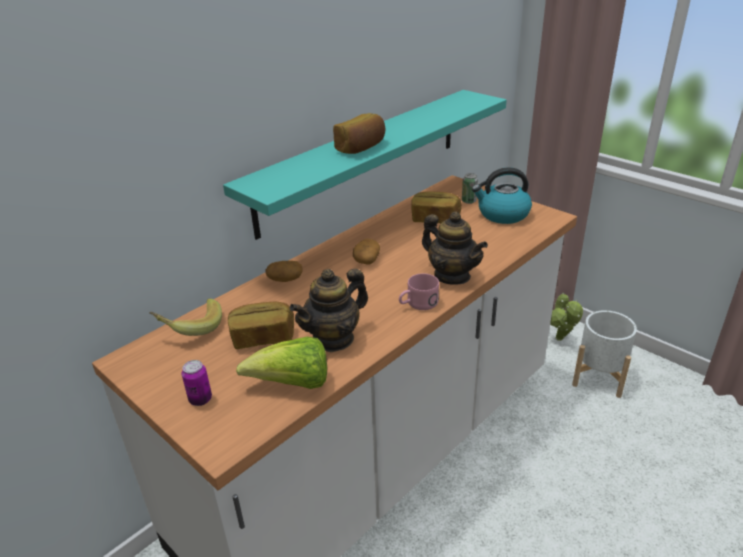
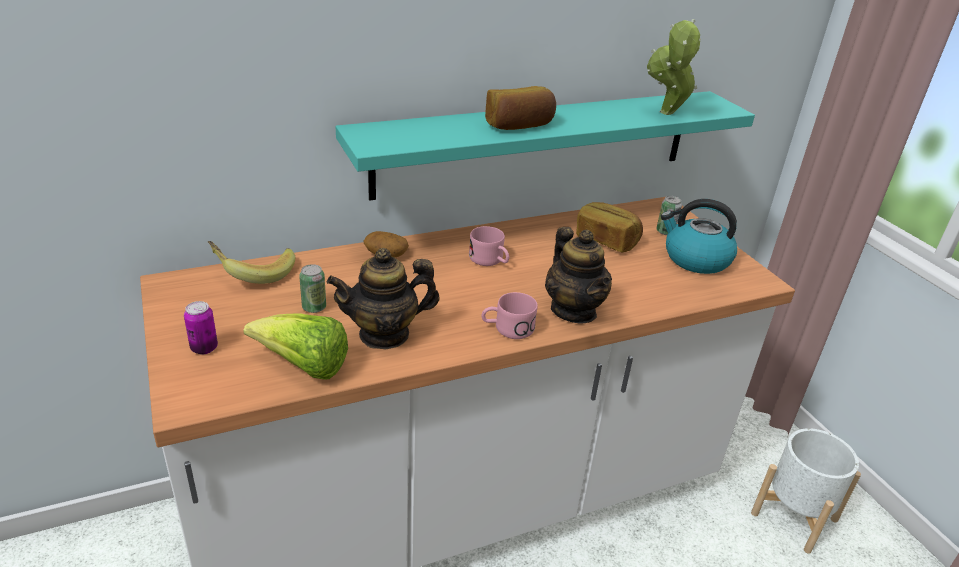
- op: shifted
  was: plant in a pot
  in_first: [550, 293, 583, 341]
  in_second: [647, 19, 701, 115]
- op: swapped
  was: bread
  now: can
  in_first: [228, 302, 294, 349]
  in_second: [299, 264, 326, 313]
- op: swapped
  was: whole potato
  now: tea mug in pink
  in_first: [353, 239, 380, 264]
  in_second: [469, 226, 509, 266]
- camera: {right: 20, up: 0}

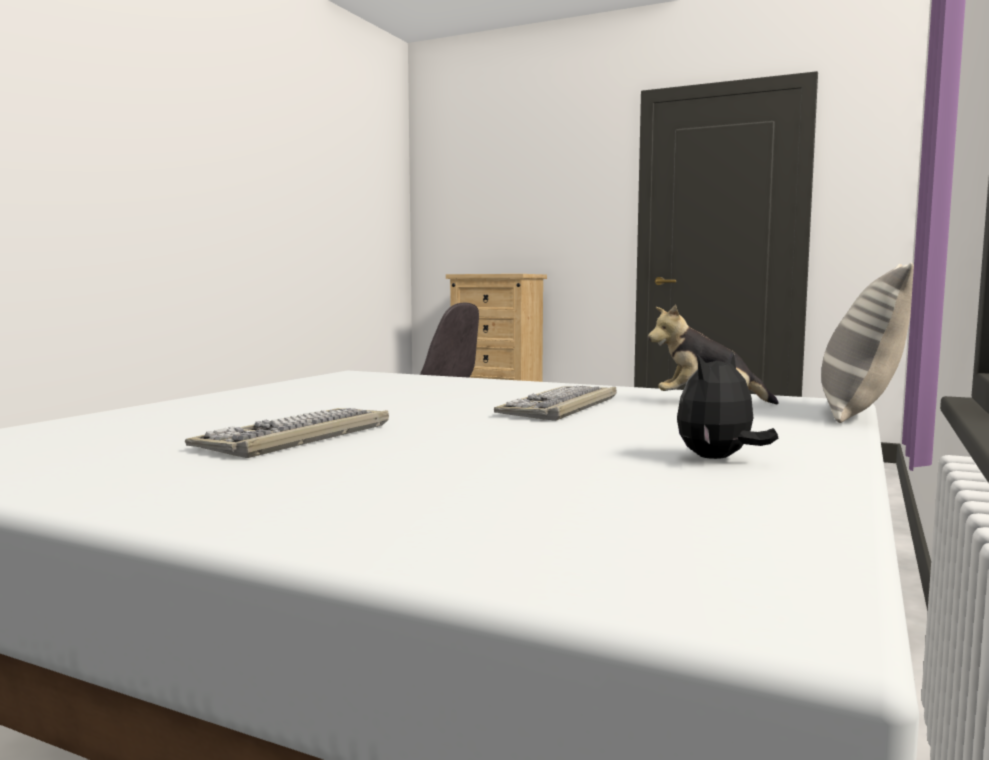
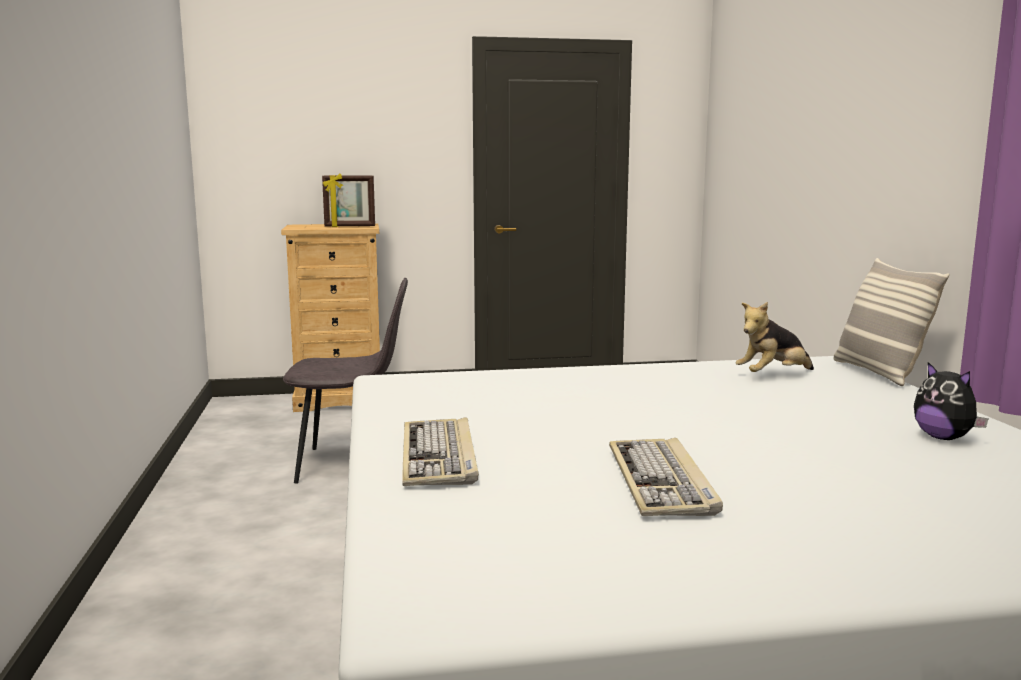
- op: new
  now: standing frame
  in_second: [322, 174, 375, 227]
- op: shifted
  was: keyboard
  in_first: [494, 385, 617, 421]
  in_second: [402, 417, 479, 486]
- op: rotated
  was: soft toy
  in_first: [677, 351, 778, 459]
  in_second: [914, 362, 988, 440]
  clockwise: -45
- camera: {right: -35, up: 5}

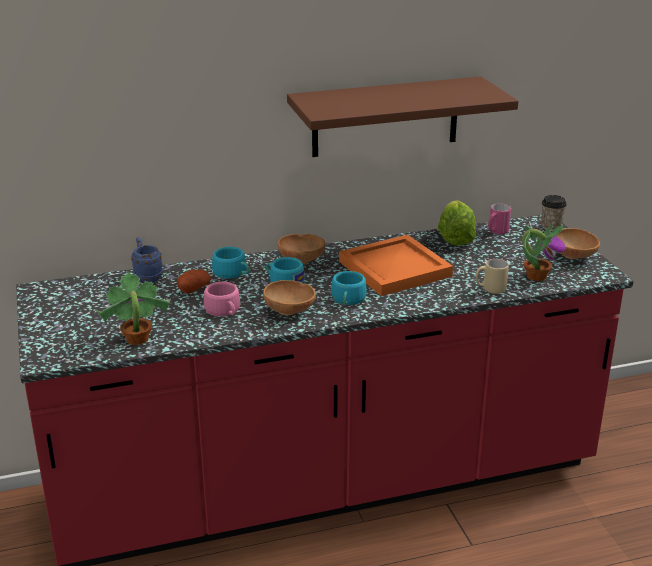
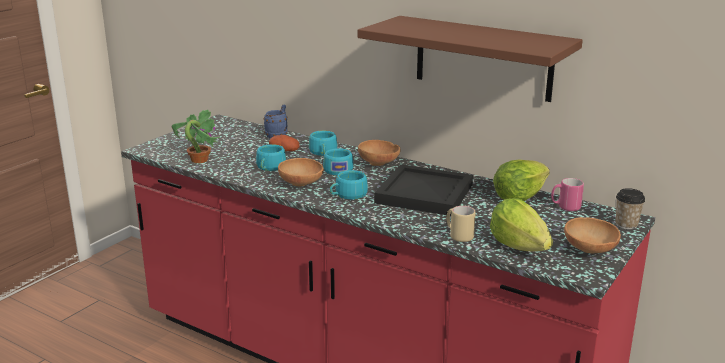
- op: swapped
  was: plant in a pot
  now: head of lettuce
  in_first: [522, 225, 565, 281]
  in_second: [490, 198, 553, 251]
- op: repainted
  was: small cup in pink
  now: small cup in turquoise-coloured
  in_first: [204, 282, 240, 316]
  in_second: [256, 144, 286, 171]
- op: repainted
  was: tray in orange-coloured
  now: tray in black
  in_first: [339, 234, 453, 296]
  in_second: [374, 164, 473, 216]
- camera: {right: 50, up: -5}

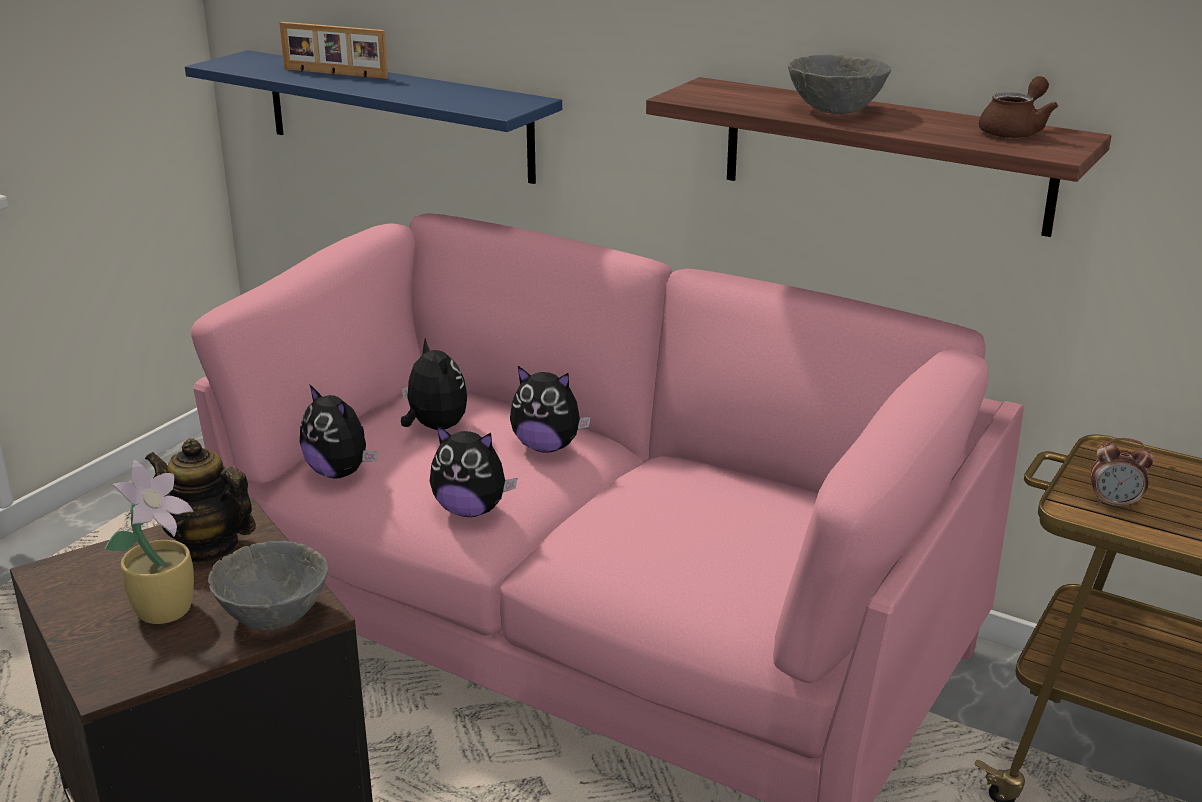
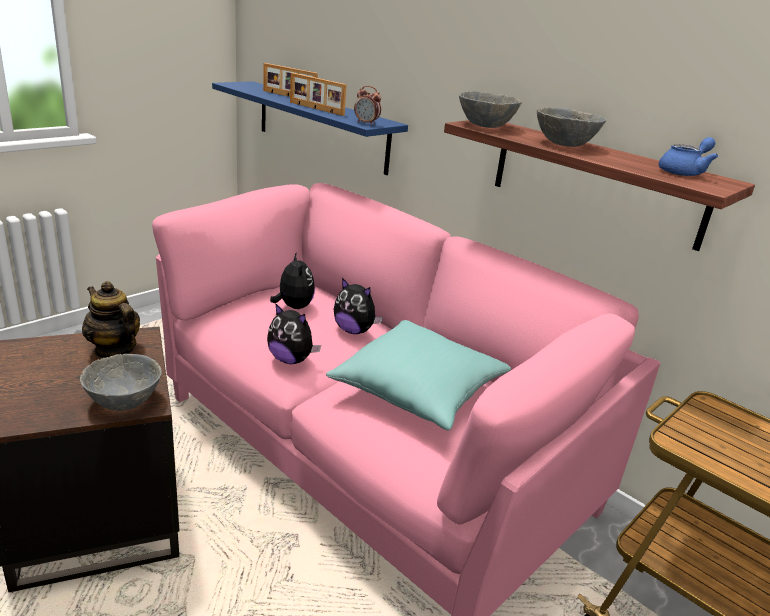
- op: gone
  was: plant in a pot
  in_first: [104, 460, 194, 624]
- op: gone
  was: soft toy
  in_first: [300, 384, 377, 479]
- op: new
  now: standing frame
  in_second: [290, 73, 347, 116]
- op: new
  now: pillow in turquoise-coloured
  in_second: [326, 320, 511, 431]
- op: new
  now: bowl in greyish
  in_second: [459, 91, 522, 128]
- op: shifted
  was: alarm clock
  in_first: [1091, 438, 1154, 510]
  in_second: [354, 86, 381, 126]
- op: repainted
  was: pot for tea in brownish
  now: pot for tea in blue-coloured
  in_first: [979, 76, 1058, 138]
  in_second: [659, 137, 718, 176]
- camera: {right: 10, up: 0}

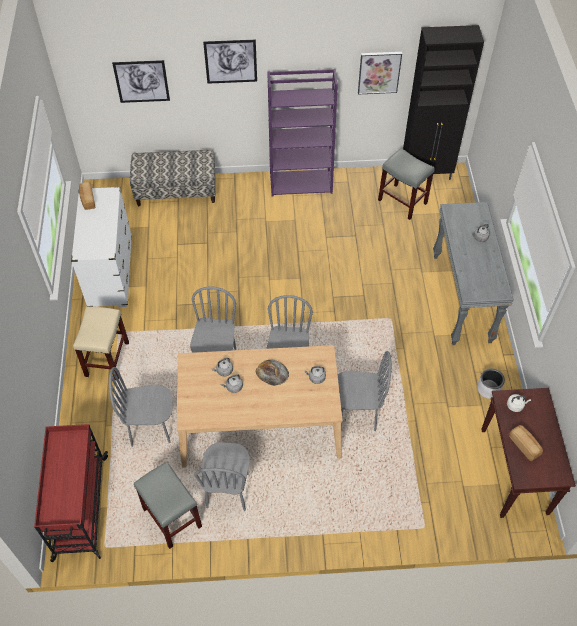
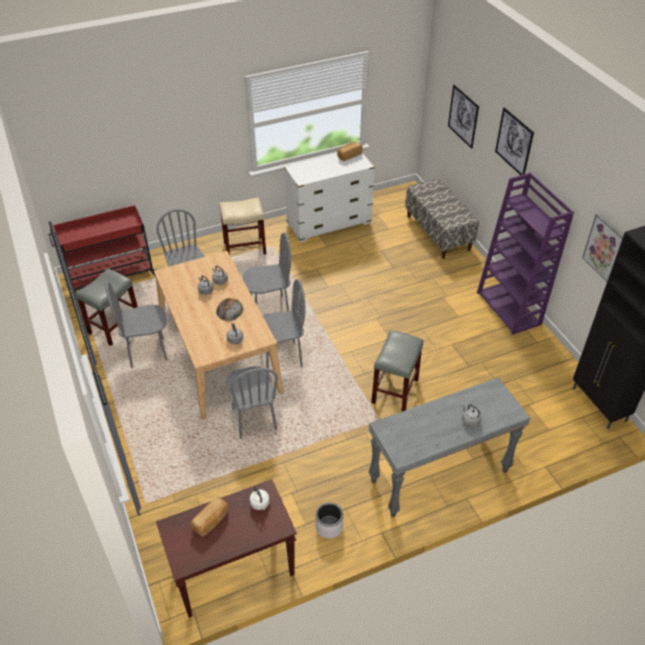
- op: shifted
  was: stool in greyish
  in_first: [378, 148, 435, 220]
  in_second: [371, 330, 423, 412]
- camera: {right: 70, up: -10}

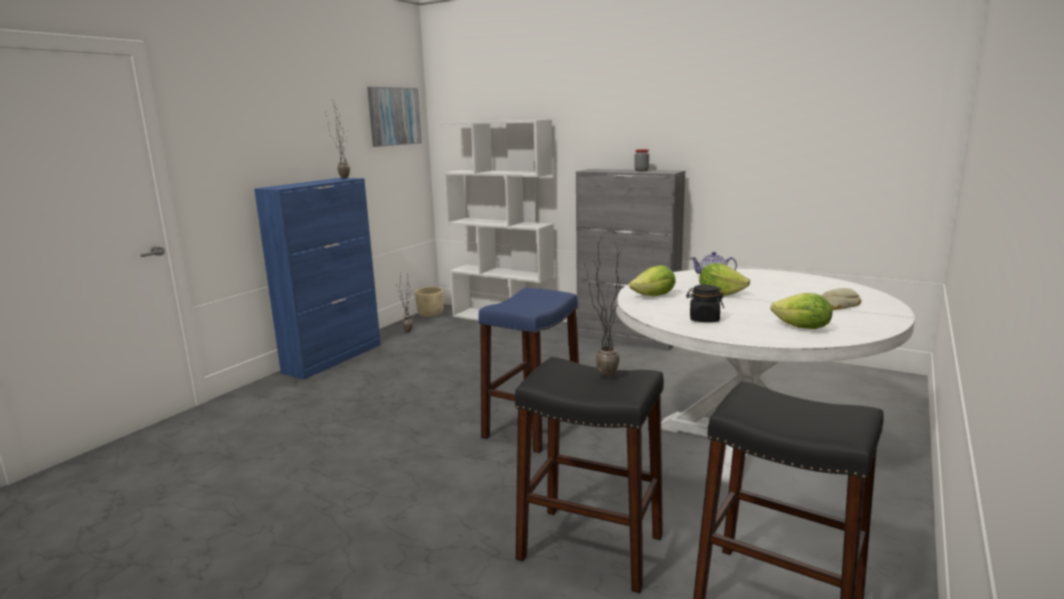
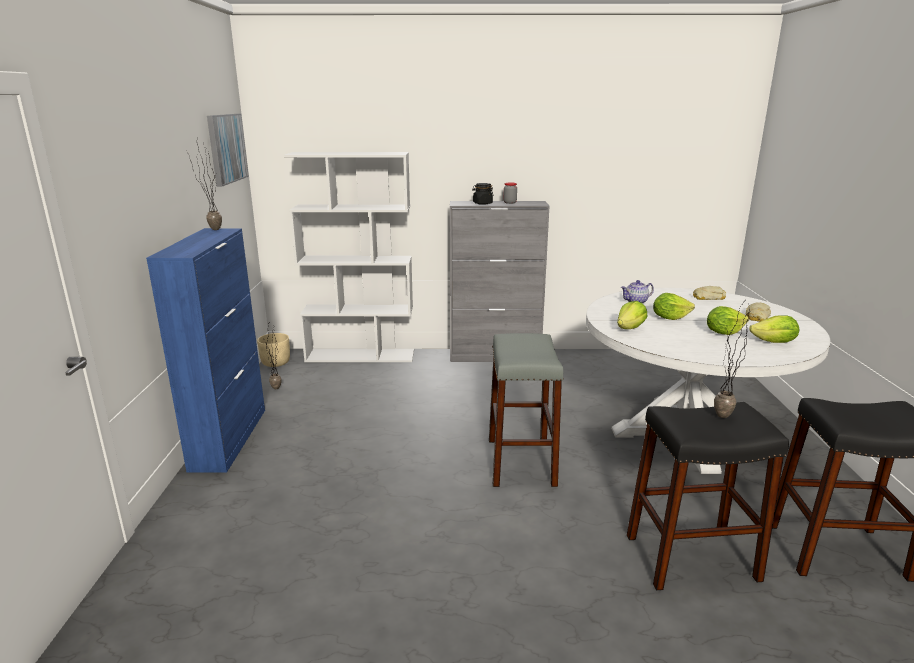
- op: new
  now: bread
  in_second: [693, 286, 726, 300]
- op: new
  now: head of lettuce
  in_second: [707, 306, 749, 335]
- op: shifted
  was: jar in black
  in_first: [686, 285, 724, 322]
  in_second: [472, 183, 494, 205]
- op: repainted
  was: stool in blue-coloured
  now: stool in greyish
  in_first: [478, 288, 579, 453]
  in_second: [489, 333, 564, 487]
- camera: {right: -30, up: 5}

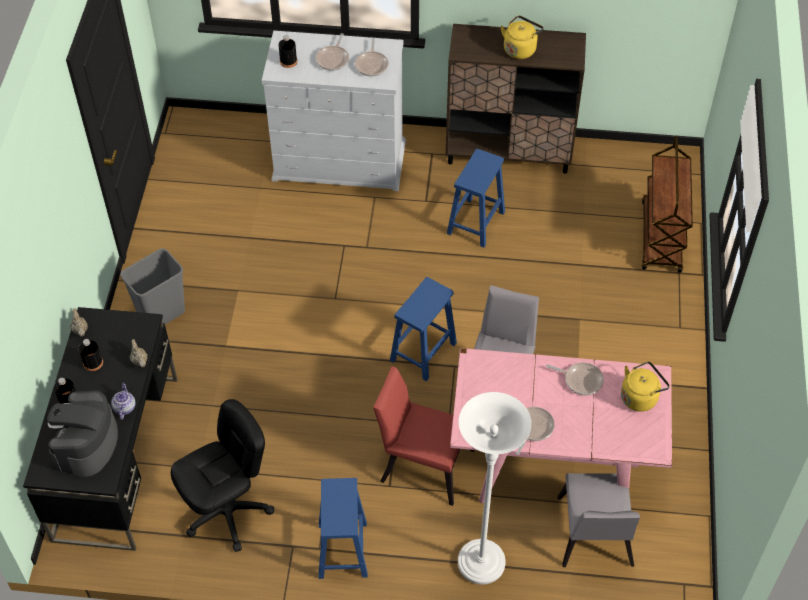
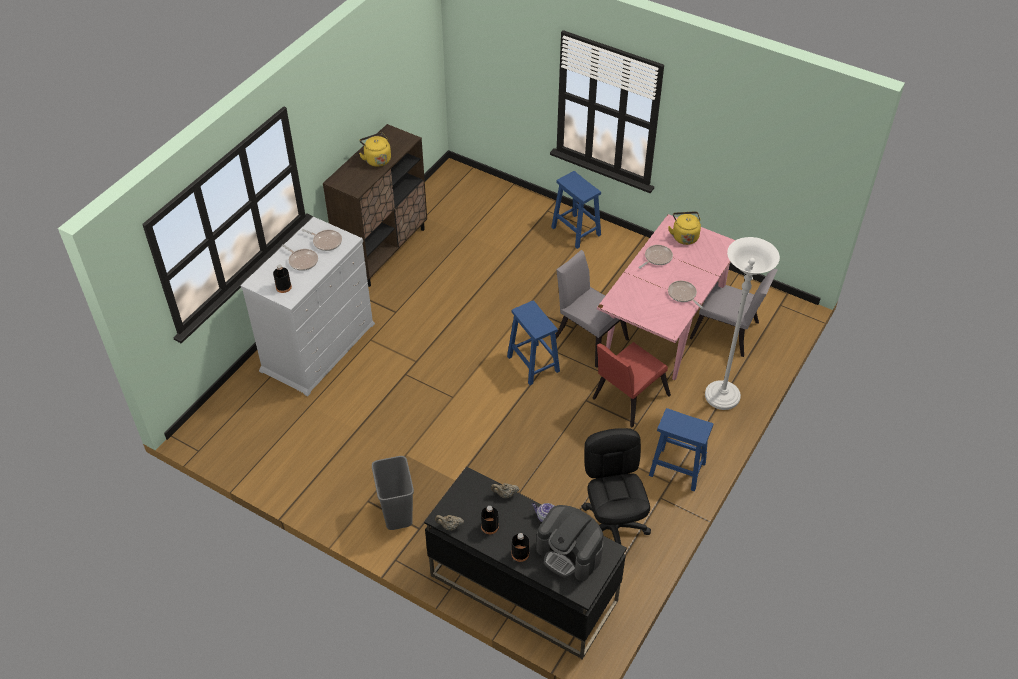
- op: gone
  was: cart in brownish
  in_first: [642, 136, 693, 273]
- op: shifted
  was: stool in blue-coloured
  in_first: [447, 149, 505, 248]
  in_second: [551, 171, 601, 249]
- camera: {right: -65, up: -5}

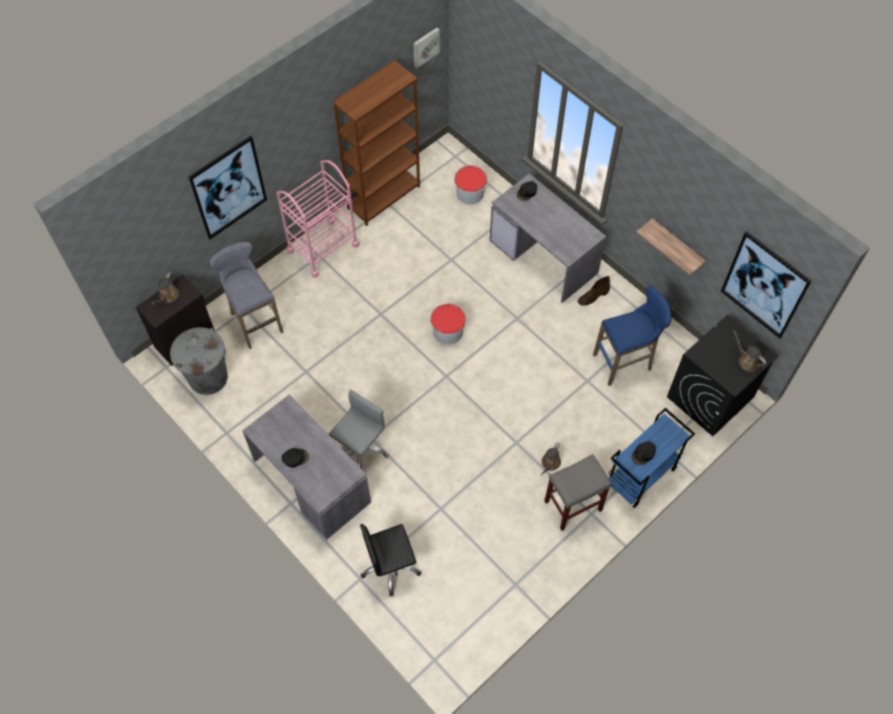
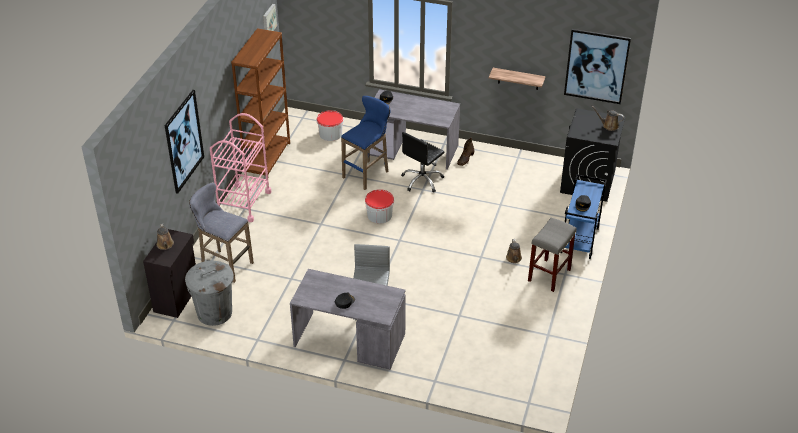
- op: shifted
  was: office chair in black
  in_first: [360, 524, 421, 596]
  in_second: [401, 132, 444, 193]
- op: shifted
  was: stool in blue-coloured
  in_first: [593, 285, 671, 386]
  in_second: [341, 96, 390, 190]
- camera: {right: -30, up: -20}

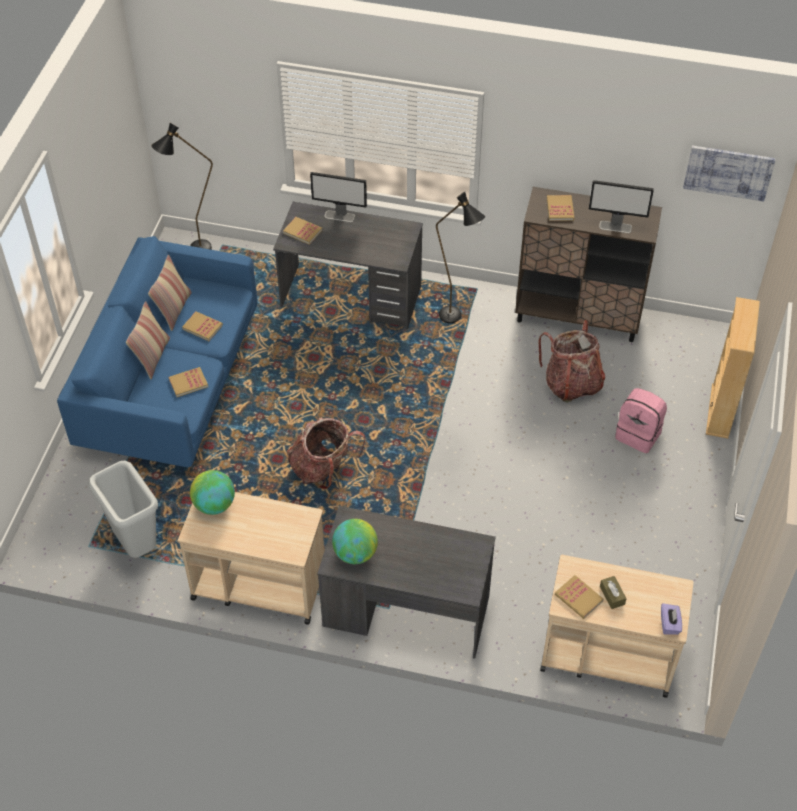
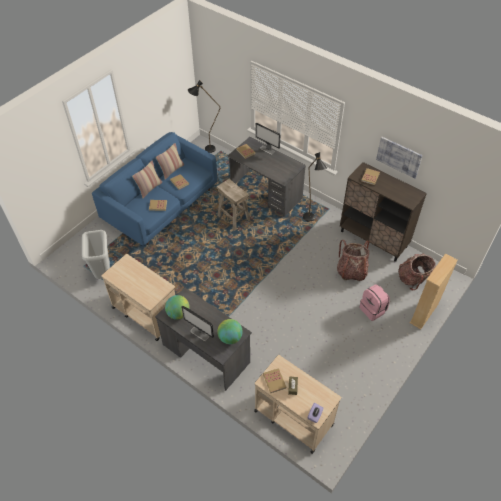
- op: new
  now: stool in beige-coloured
  in_second: [217, 178, 250, 230]
- op: shifted
  was: globe
  in_first: [190, 470, 235, 515]
  in_second: [217, 319, 243, 344]
- op: shifted
  was: rucksack
  in_first: [287, 417, 366, 490]
  in_second: [398, 254, 436, 290]
- op: shifted
  was: computer screen
  in_first: [589, 180, 654, 233]
  in_second: [181, 306, 214, 341]
- op: shifted
  was: wall art
  in_first: [683, 145, 776, 201]
  in_second: [376, 137, 423, 178]
- camera: {right: 25, up: 0}

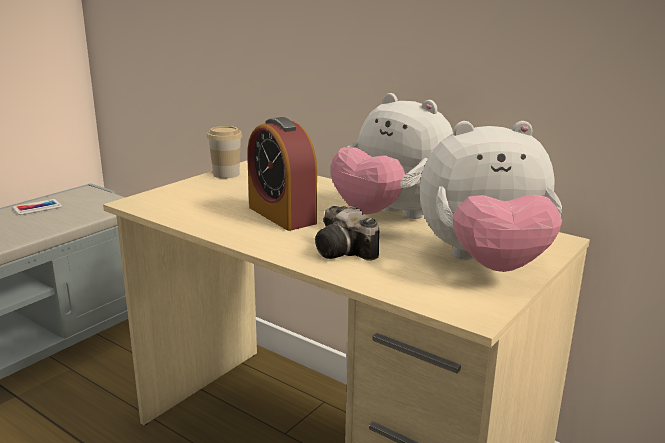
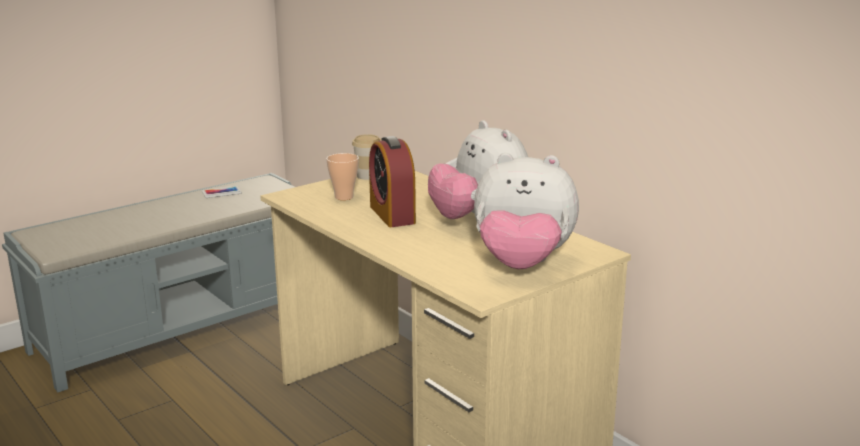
- op: gone
  was: photo camera
  in_first: [315, 206, 379, 261]
- op: new
  now: small cup
  in_second: [326, 153, 359, 200]
- camera: {right: 15, up: 0}

